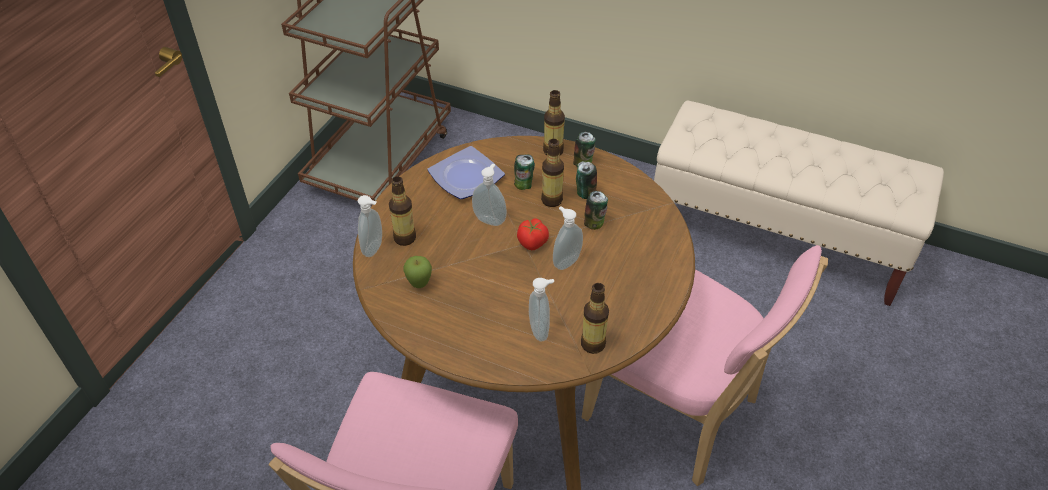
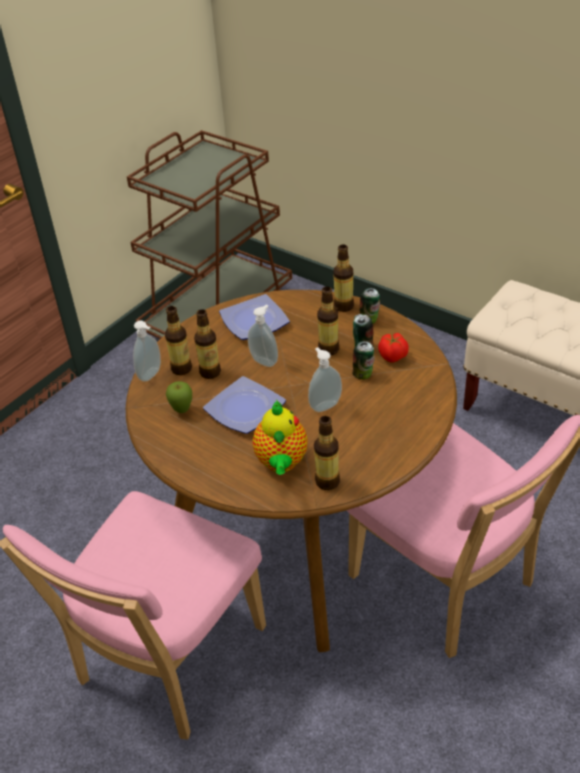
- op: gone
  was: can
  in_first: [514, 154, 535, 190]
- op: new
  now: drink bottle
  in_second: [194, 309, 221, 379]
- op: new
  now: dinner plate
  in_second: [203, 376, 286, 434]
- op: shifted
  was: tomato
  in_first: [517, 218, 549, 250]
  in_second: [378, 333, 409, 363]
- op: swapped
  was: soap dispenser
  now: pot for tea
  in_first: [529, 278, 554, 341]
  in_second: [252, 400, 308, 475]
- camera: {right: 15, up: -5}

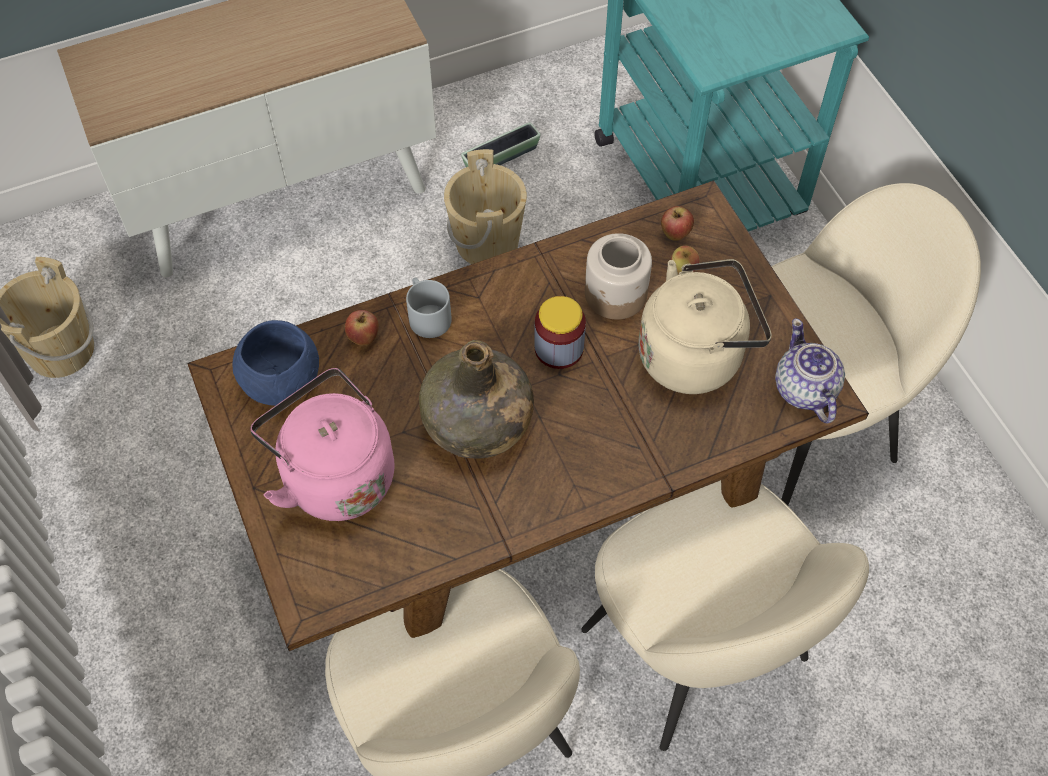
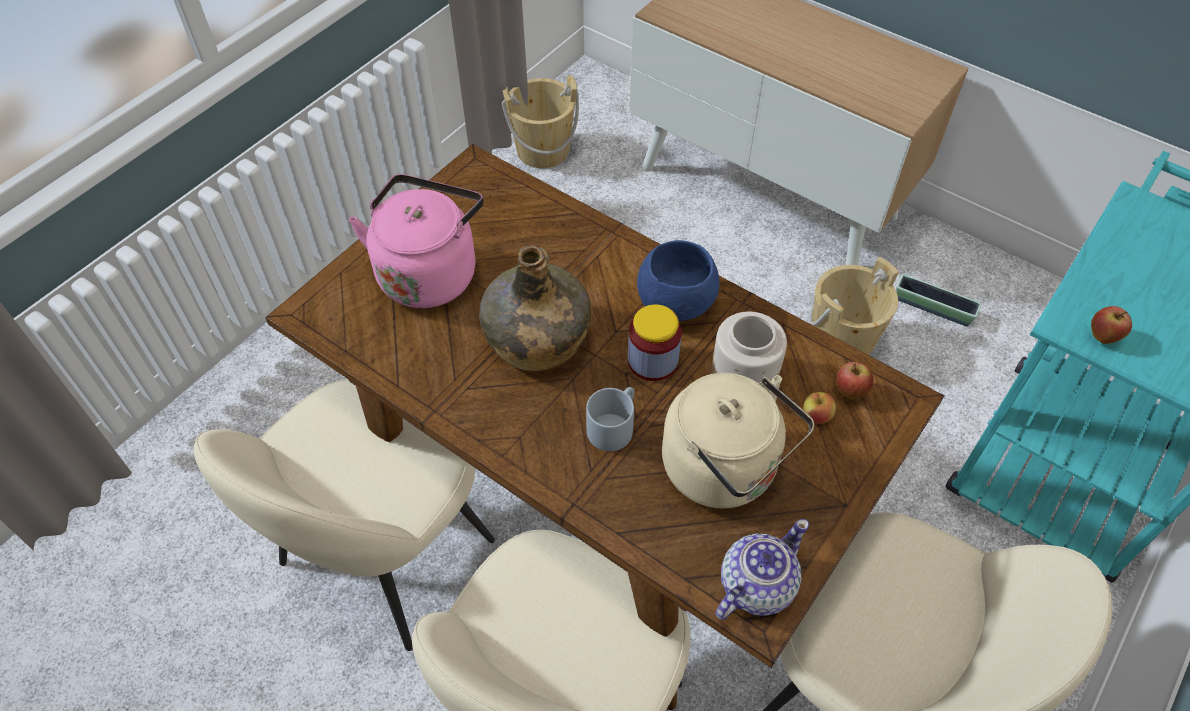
- op: shifted
  was: bowl in blue-coloured
  in_first: [232, 320, 319, 406]
  in_second: [637, 240, 719, 321]
- op: shifted
  was: apple fruit
  in_first: [345, 310, 379, 345]
  in_second: [1091, 306, 1132, 344]
- op: shifted
  was: tea mug in greyish
  in_first: [406, 277, 452, 338]
  in_second: [586, 387, 634, 451]
- camera: {right: 60, up: -5}

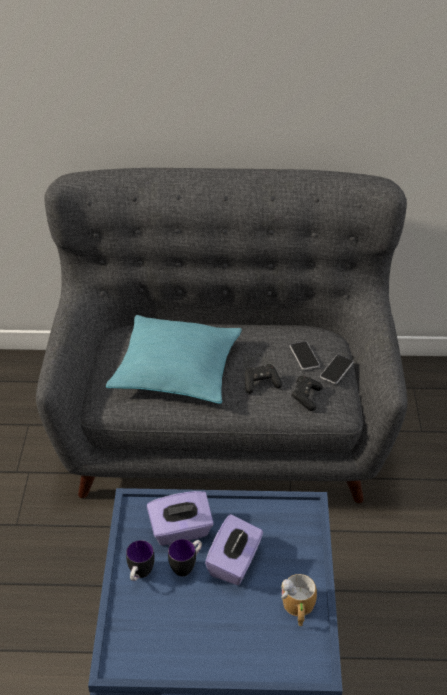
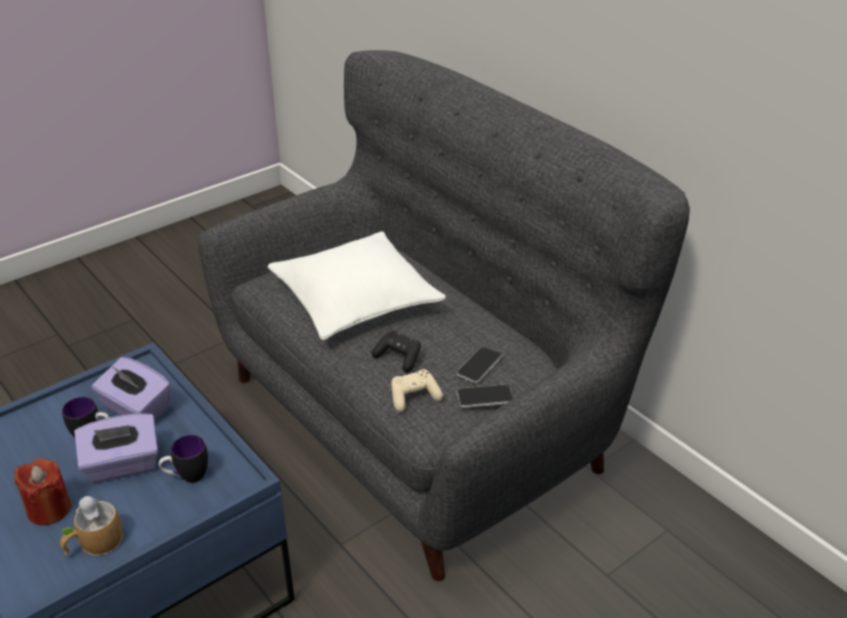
- op: new
  now: wax candle in red
  in_second: [14, 458, 71, 525]
- op: shifted
  was: tea mug
  in_first: [126, 540, 155, 581]
  in_second: [159, 435, 208, 483]
- op: repainted
  was: pillow in turquoise-coloured
  now: pillow in white
  in_first: [106, 315, 242, 404]
  in_second: [268, 232, 446, 340]
- op: repainted
  was: joypad in black
  now: joypad in beige-coloured
  in_first: [291, 376, 323, 411]
  in_second: [391, 369, 443, 412]
- camera: {right: 50, up: -5}

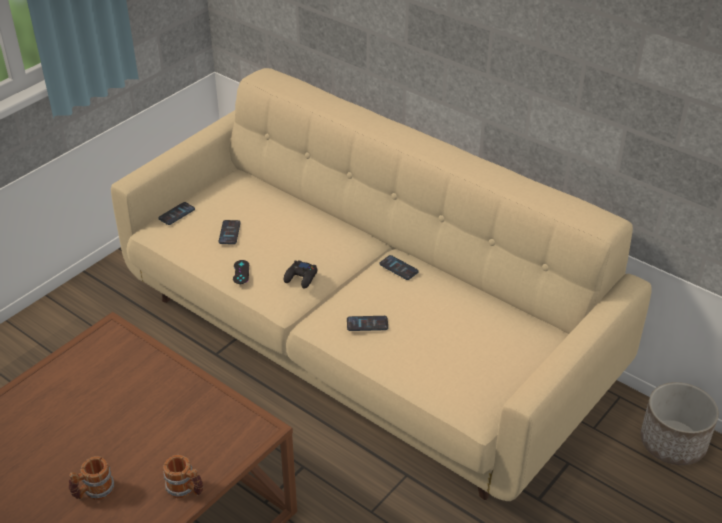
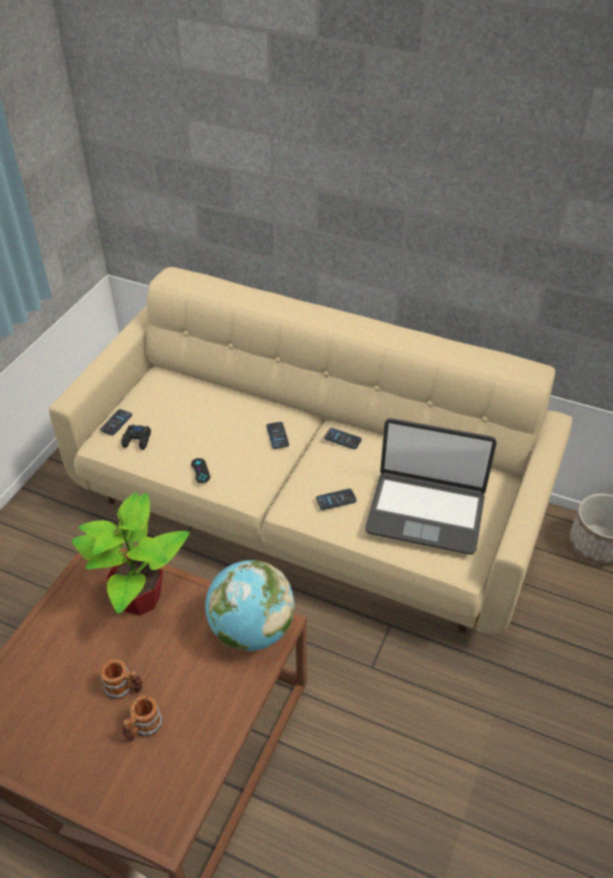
- op: new
  now: plant in a pot
  in_second: [72, 492, 190, 615]
- op: new
  now: globe
  in_second: [205, 560, 294, 651]
- op: new
  now: laptop
  in_second: [365, 418, 497, 554]
- op: shifted
  was: tea mug
  in_first: [163, 455, 204, 498]
  in_second: [101, 659, 143, 700]
- op: shifted
  was: phone
  in_first: [219, 220, 241, 244]
  in_second: [266, 422, 289, 449]
- op: shifted
  was: joypad in black
  in_first: [284, 260, 318, 289]
  in_second: [121, 425, 151, 450]
- camera: {right: -15, up: 5}

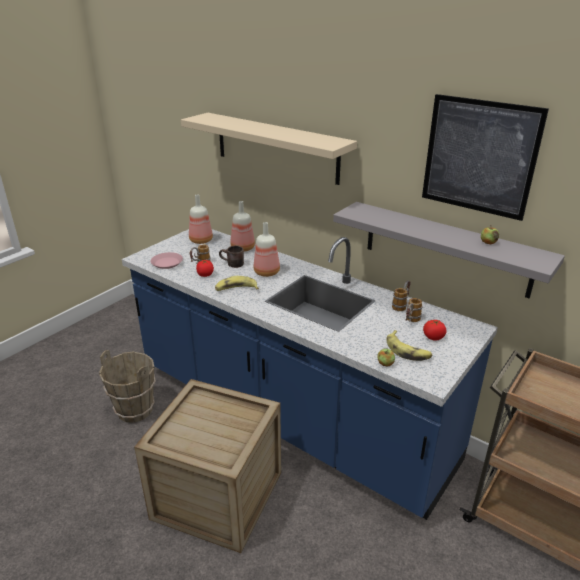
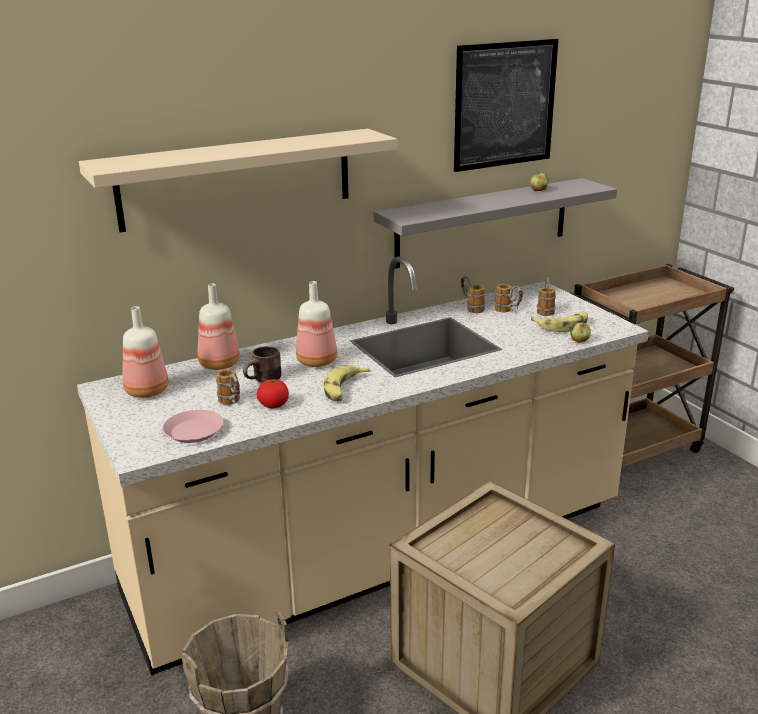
- op: swapped
  was: tomato
  now: tea mug
  in_first: [423, 320, 447, 341]
  in_second: [537, 277, 556, 316]
- op: repainted
  was: kitchen counter in blue-coloured
  now: kitchen counter in beige-coloured
  in_first: [122, 229, 498, 520]
  in_second: [77, 257, 649, 675]
- camera: {right: -65, up: -5}

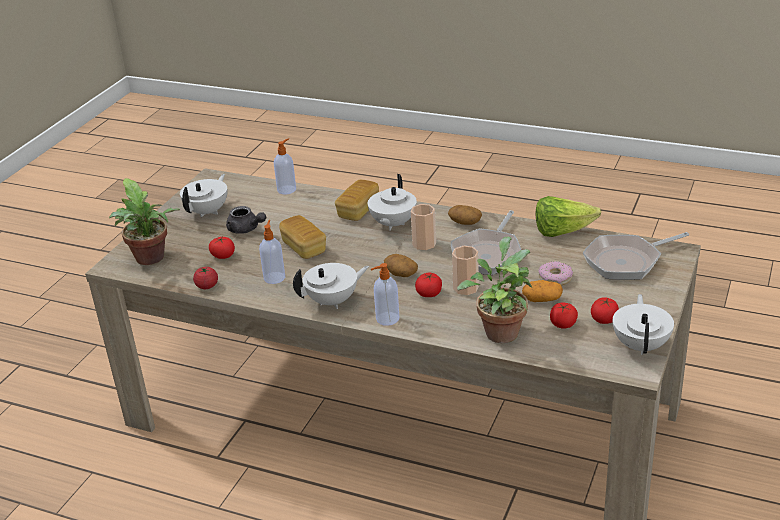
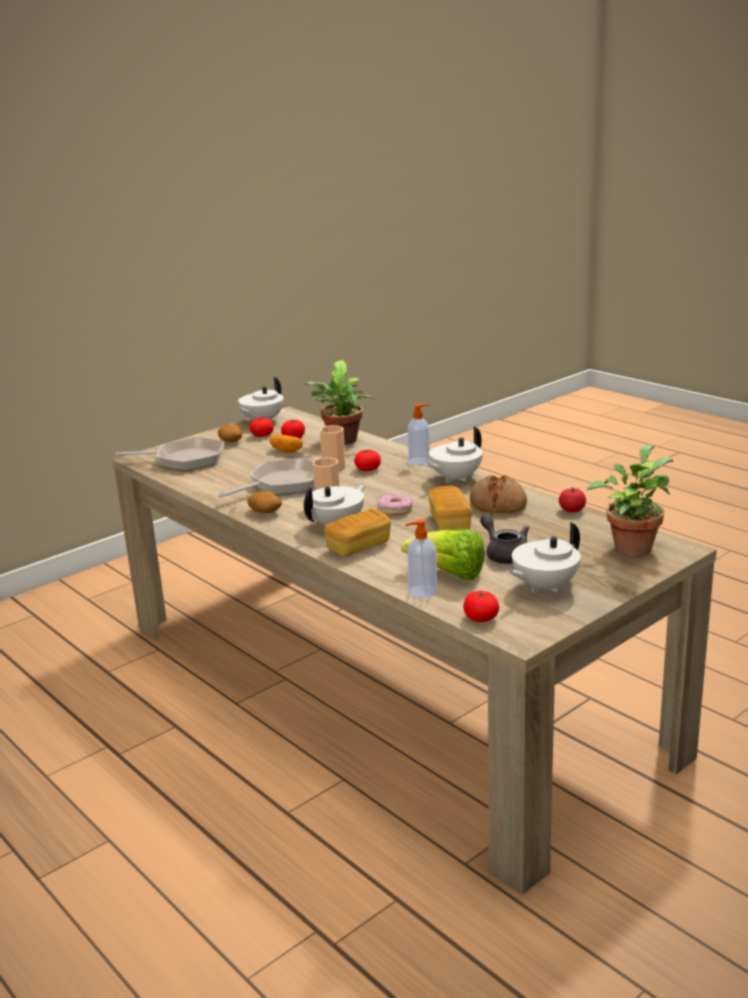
- op: shifted
  was: tomato
  in_first: [209, 237, 235, 259]
  in_second: [463, 591, 499, 622]
- op: shifted
  was: whole potato
  in_first: [384, 254, 418, 277]
  in_second: [218, 424, 242, 442]
- op: shifted
  was: head of lettuce
  in_first: [536, 196, 601, 237]
  in_second: [401, 529, 485, 580]
- op: shifted
  was: donut
  in_first: [538, 261, 573, 286]
  in_second: [377, 493, 413, 515]
- op: swapped
  was: soap dispenser
  now: bread
  in_first: [259, 220, 285, 284]
  in_second: [470, 475, 527, 513]
- op: rotated
  was: pot for tea in white
  in_first: [293, 263, 369, 309]
  in_second: [426, 427, 483, 483]
  clockwise: -45
- camera: {right: -155, up: -10}

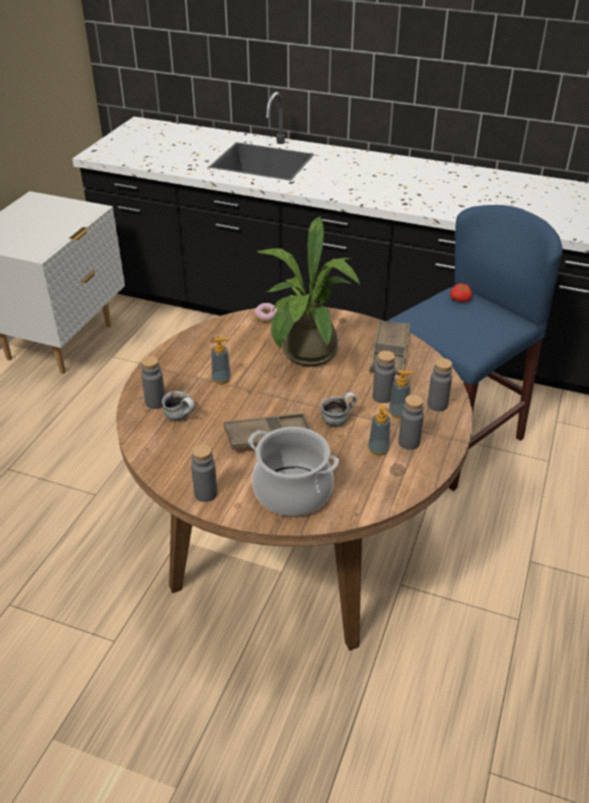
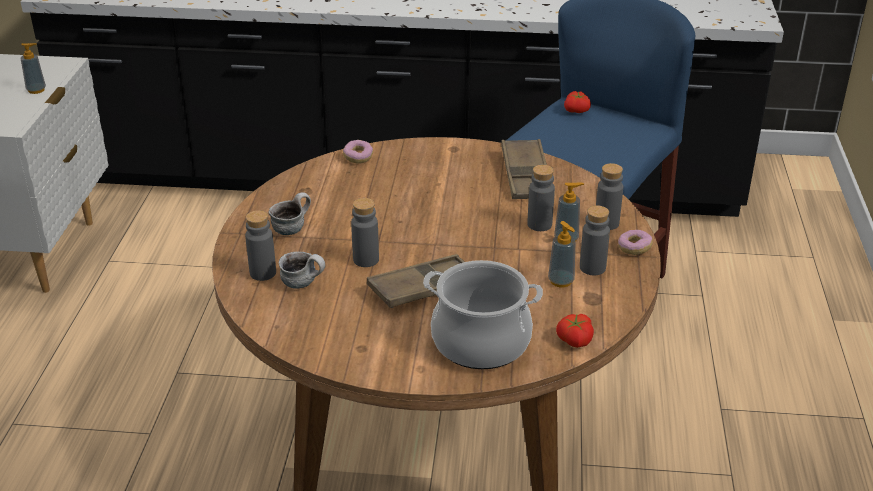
- op: gone
  was: plant in a pot
  in_first: [257, 216, 360, 366]
- op: new
  now: tomato
  in_second: [556, 314, 594, 348]
- op: new
  now: donut
  in_second: [618, 230, 653, 255]
- op: shifted
  was: drink bottle in greyish
  in_first: [191, 444, 217, 502]
  in_second: [351, 198, 379, 267]
- op: shifted
  was: soap dispenser
  in_first: [211, 337, 231, 384]
  in_second: [21, 43, 46, 94]
- op: shifted
  was: tea mug
  in_first: [320, 392, 357, 426]
  in_second: [269, 192, 311, 235]
- camera: {right: -15, up: -5}

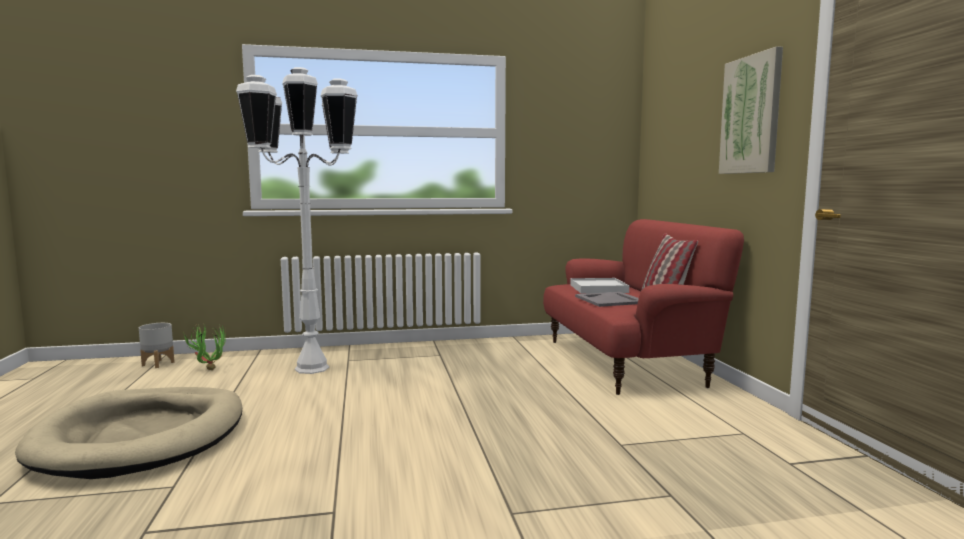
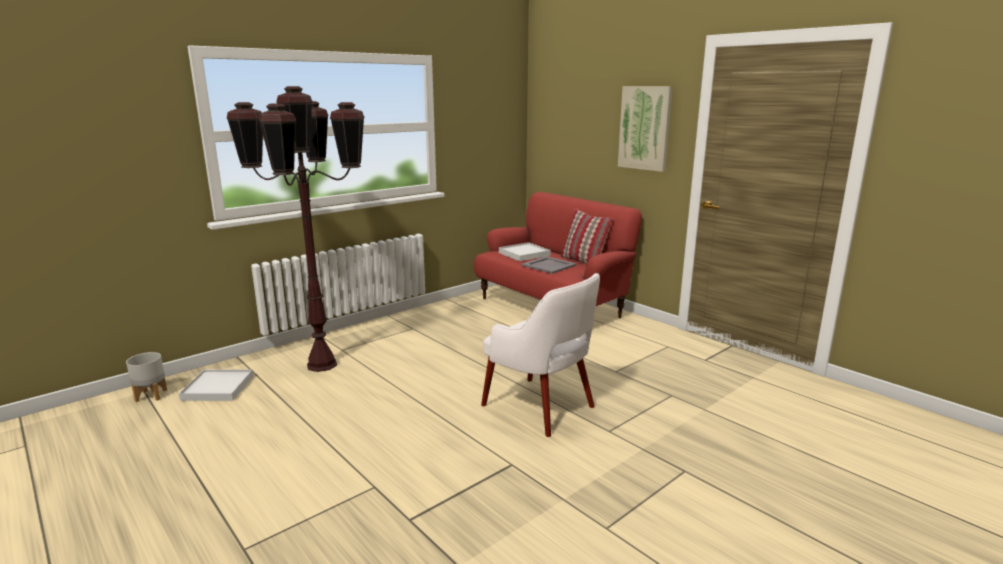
- op: gone
  was: dog cushion in beige-coloured
  in_first: [15, 387, 242, 479]
- op: new
  now: easy chair in white
  in_second: [481, 273, 600, 437]
- op: swapped
  was: plant in a pot
  now: tray in white
  in_first: [183, 324, 226, 370]
  in_second: [179, 369, 253, 401]
- op: repainted
  was: floor lamp in white
  now: floor lamp in brownish
  in_first: [236, 67, 358, 374]
  in_second: [227, 86, 365, 372]
- camera: {right: -30, up: 10}

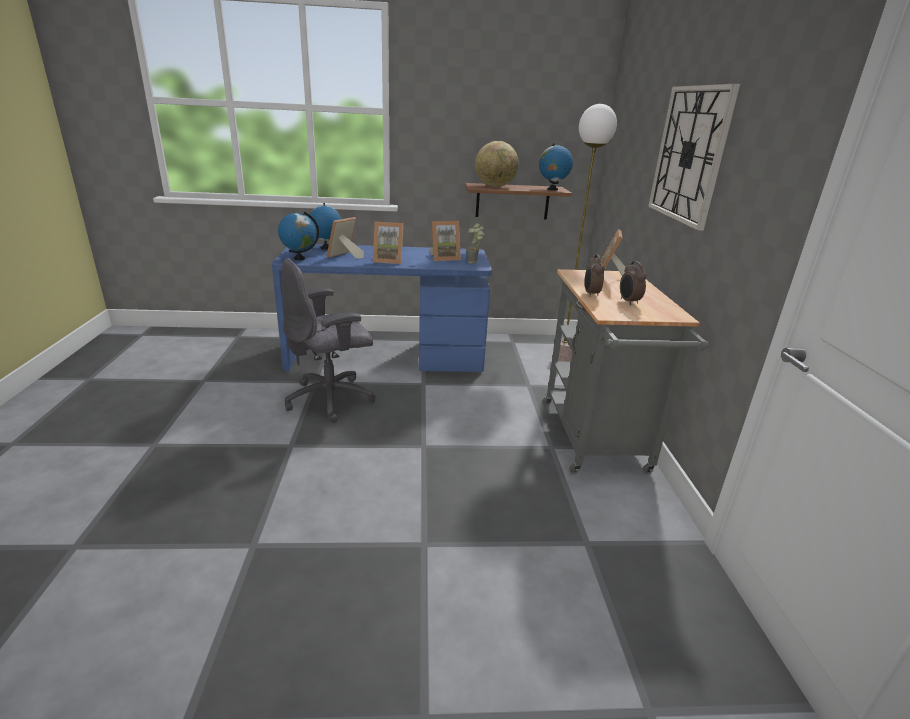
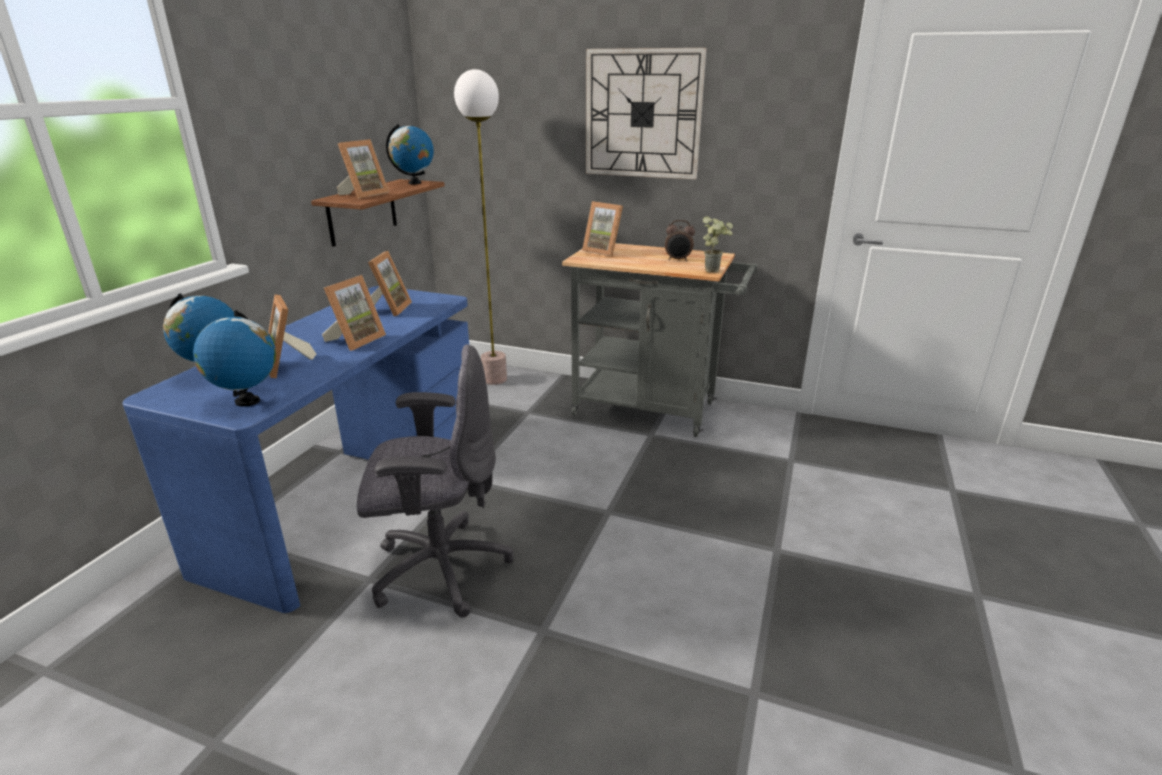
- op: gone
  was: alarm clock
  in_first: [585, 254, 605, 297]
- op: shifted
  was: plant in a pot
  in_first: [466, 223, 484, 263]
  in_second: [703, 216, 733, 273]
- op: swapped
  was: globe
  now: standing frame
  in_first: [475, 141, 519, 187]
  in_second: [337, 139, 389, 199]
- op: rotated
  was: office chair in greyish
  in_first: [282, 258, 376, 423]
  in_second: [357, 344, 513, 618]
  clockwise: -90
- camera: {right: -65, up: 0}

